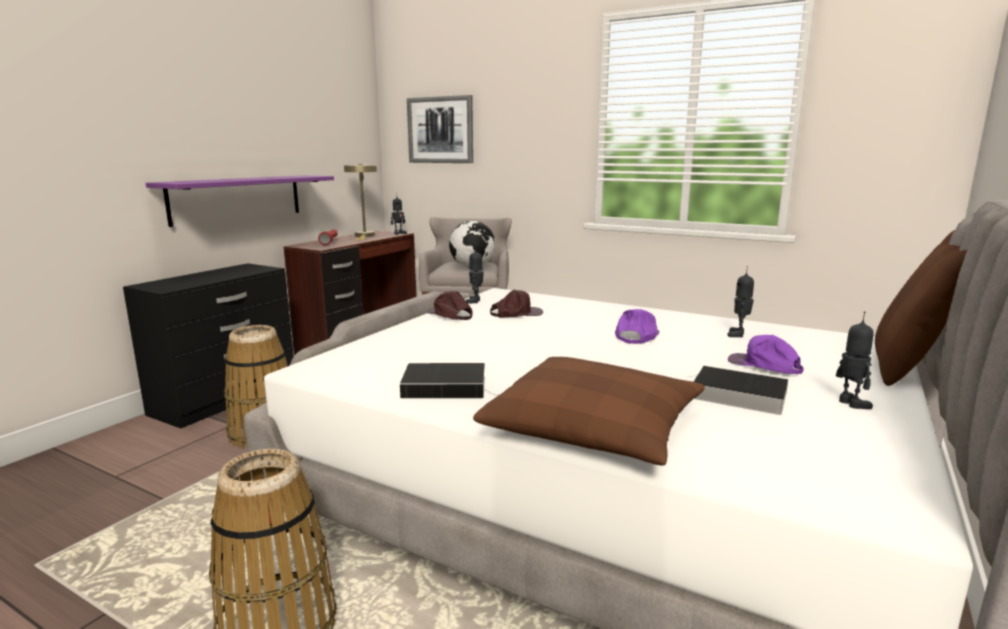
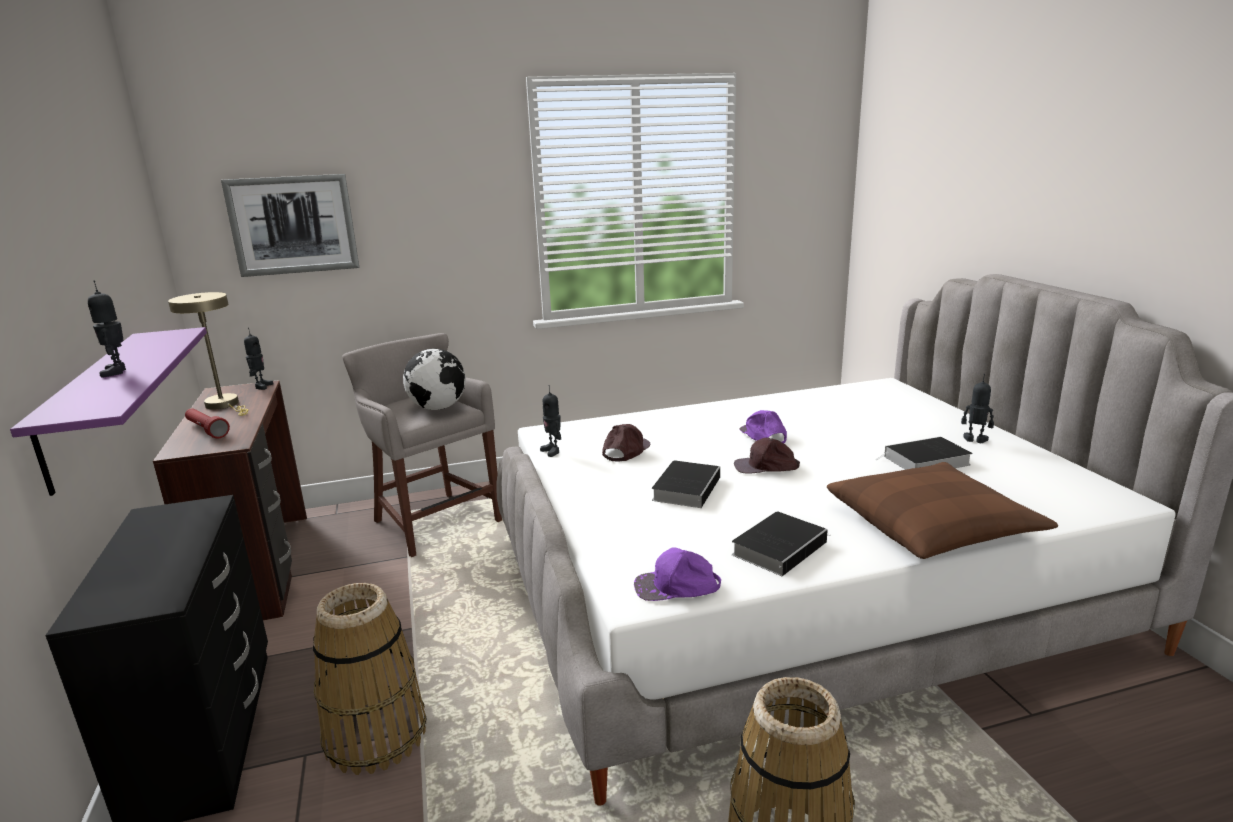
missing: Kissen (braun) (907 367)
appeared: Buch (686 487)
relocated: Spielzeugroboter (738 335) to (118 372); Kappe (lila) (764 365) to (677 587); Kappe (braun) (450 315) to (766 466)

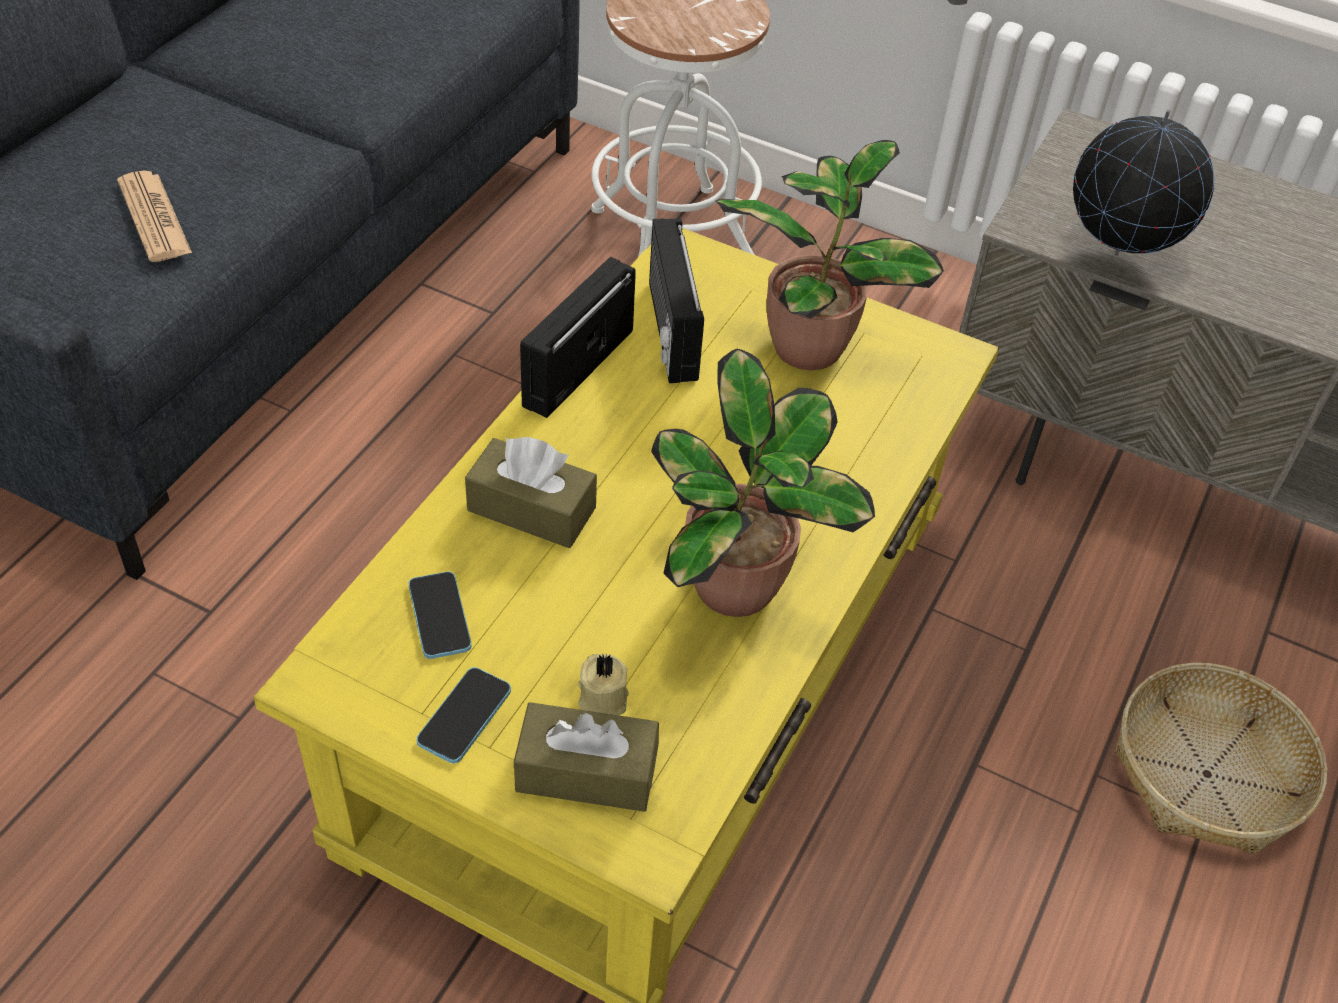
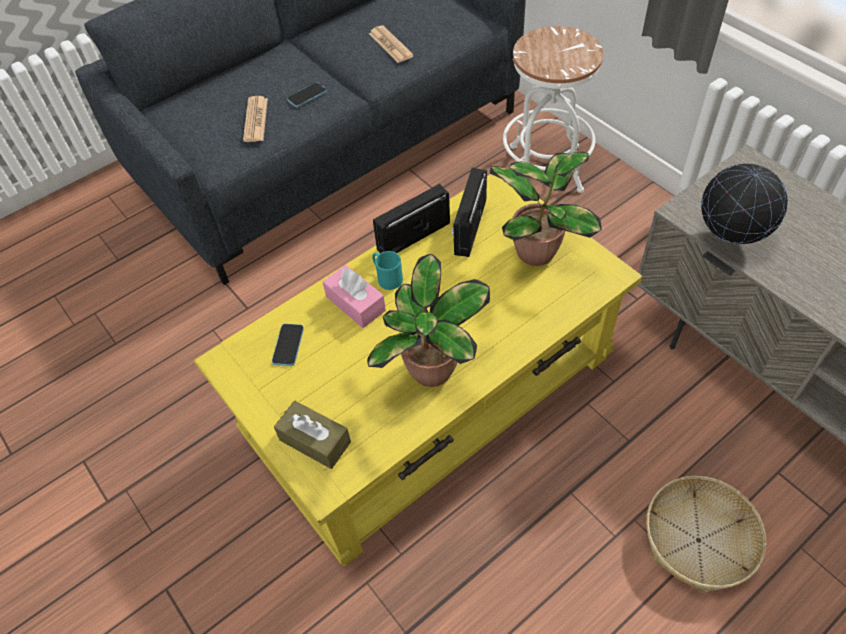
missing: Kerze (beige) (602 696)
appeared: Zeitung (390 45); Henkelbecher (türkis) (386 277)
relocated: Handy (464 716) to (307 96)
colour: Taschentuchbox (braun) (531 509) to Taschentuchbox (rosa) (355 303)

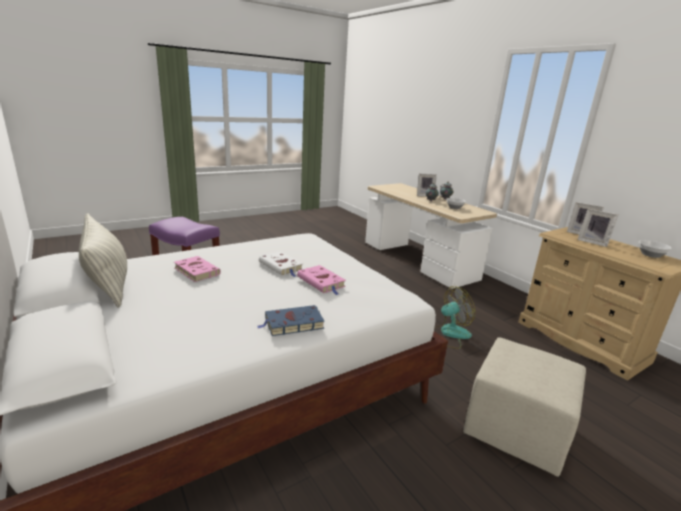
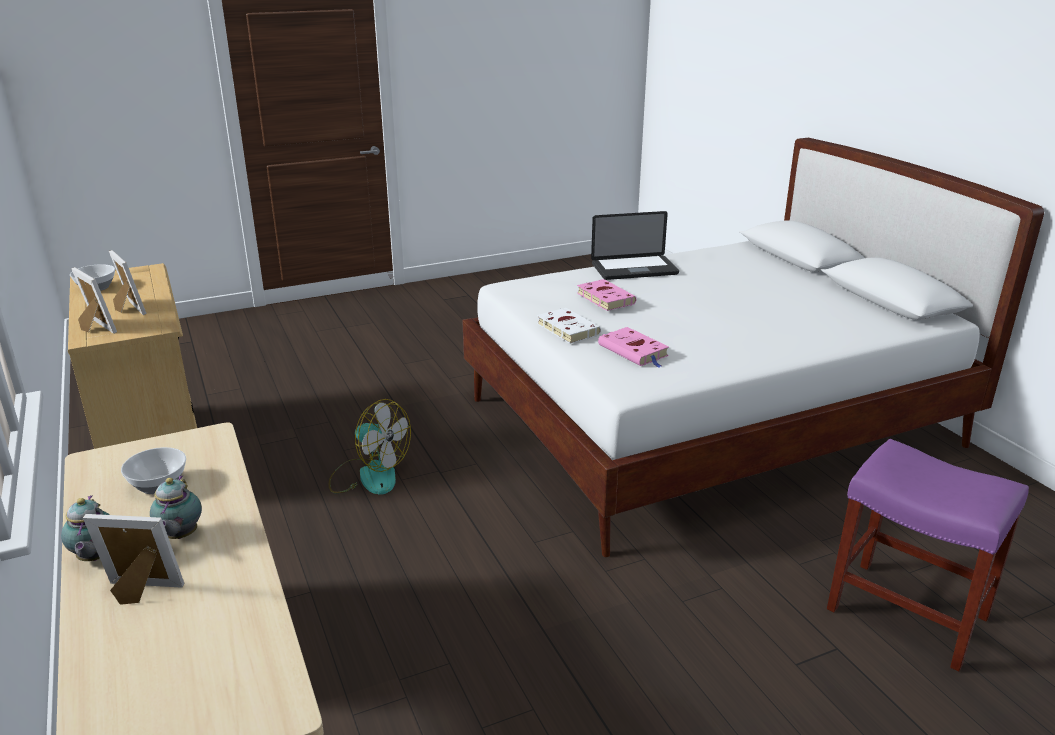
missing: Kissen (108 283); Polsterhocker (beige) (516 431)
relocated: Buch (weiß) (281 266) to (566 329); Buch (rosa) (196 271) to (634 351)
exchanged: Buch (blau) (292 324) to Laptop (634 269)
spun: Ventilator (449 334) = (369 475) 135 degrees counterclockwise

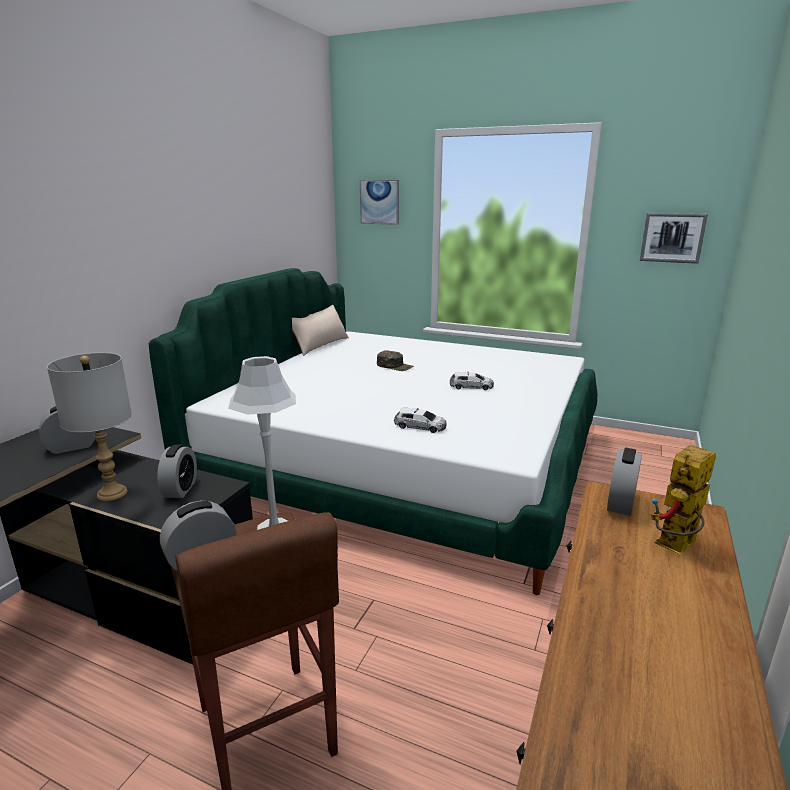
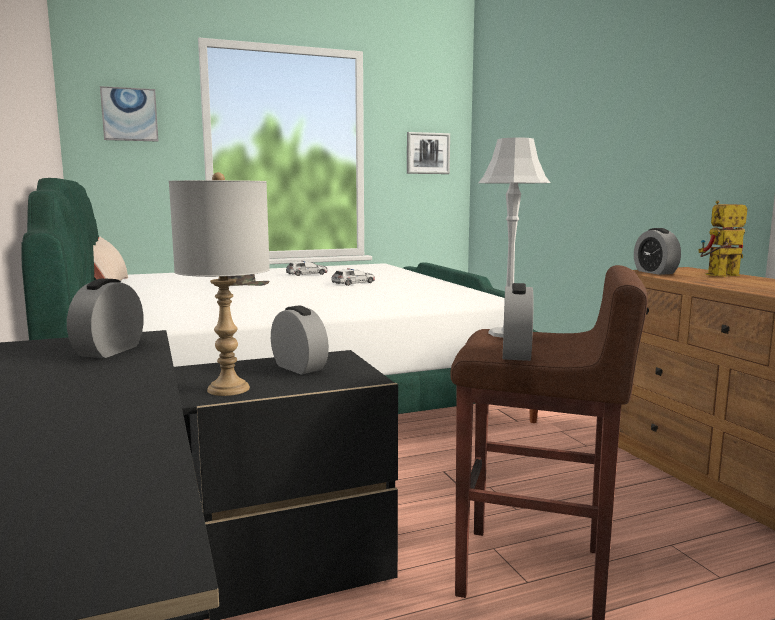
relocated: Spielzeugauto (420 426) to (307 274)
spun: Spielzeugroboter (675 547) = (718 276) 75 degrees clockwise

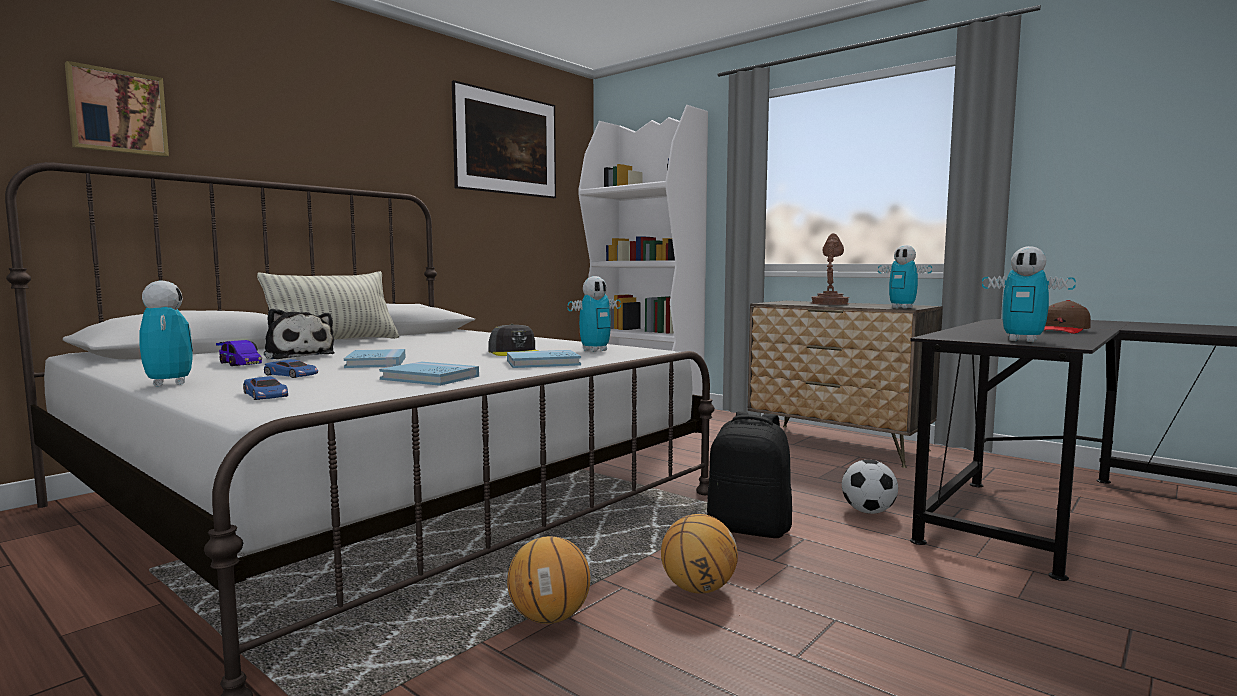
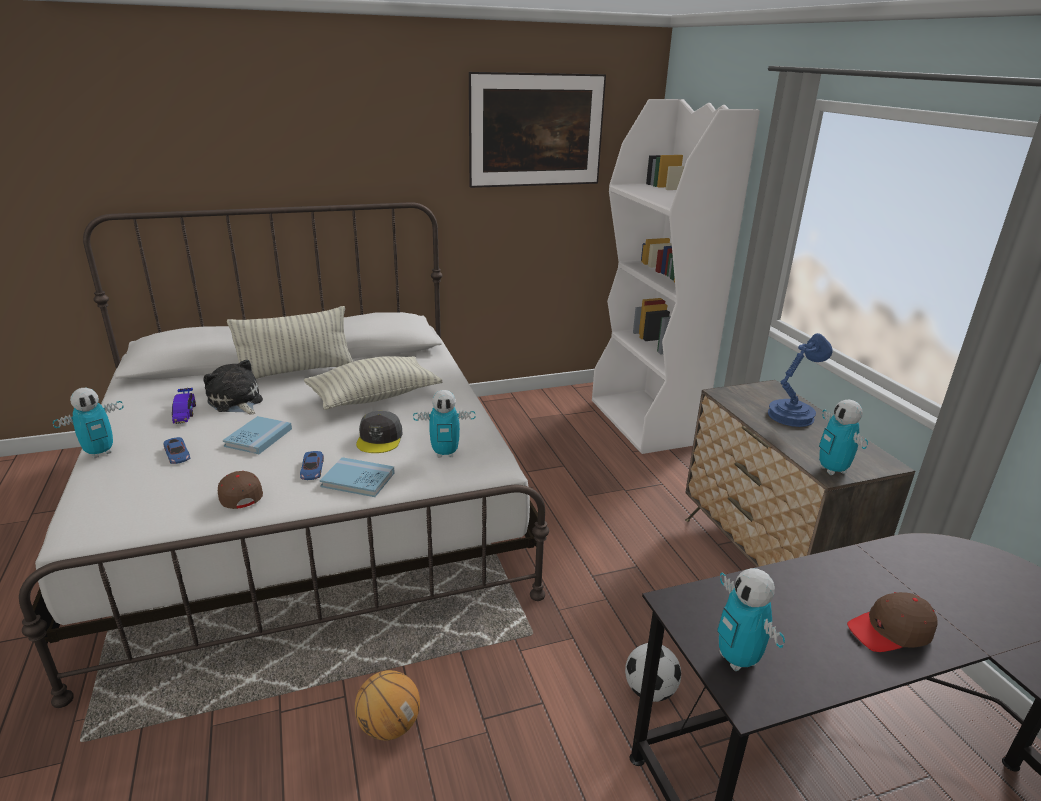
missing: Bild (117 112); Basketball (549 618); Rucksack (schwarz) (749 528)
appeared: Kissen (374 397)
relocated: Spielzeugauto (blau) (265 395) to (312 469)
exchanged: Buch (blau) (430 378) to Kappe (braun) (239 494)
colour: Tischlampe (braun) (829 303) to Tischlampe (blau) (792 414)
spun: Spielzeugroboter (169 384) = (100 453) 45 degrees clockwise; Plüschtier (298 356) = (236 402) 150 degrees clockwise

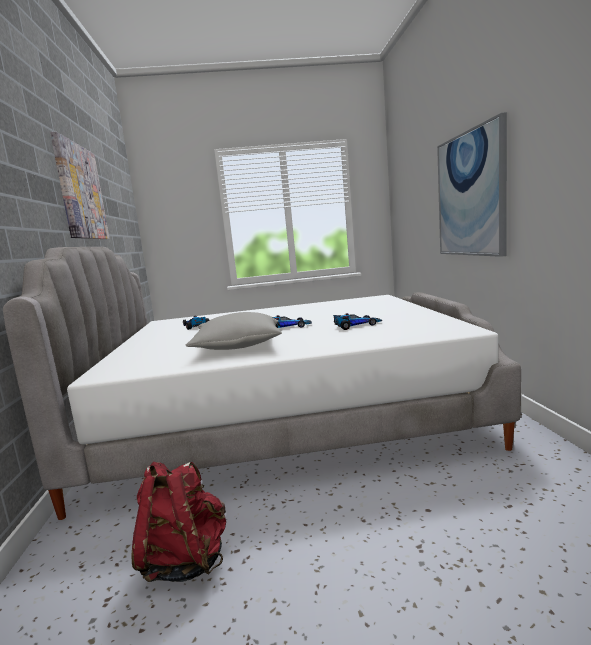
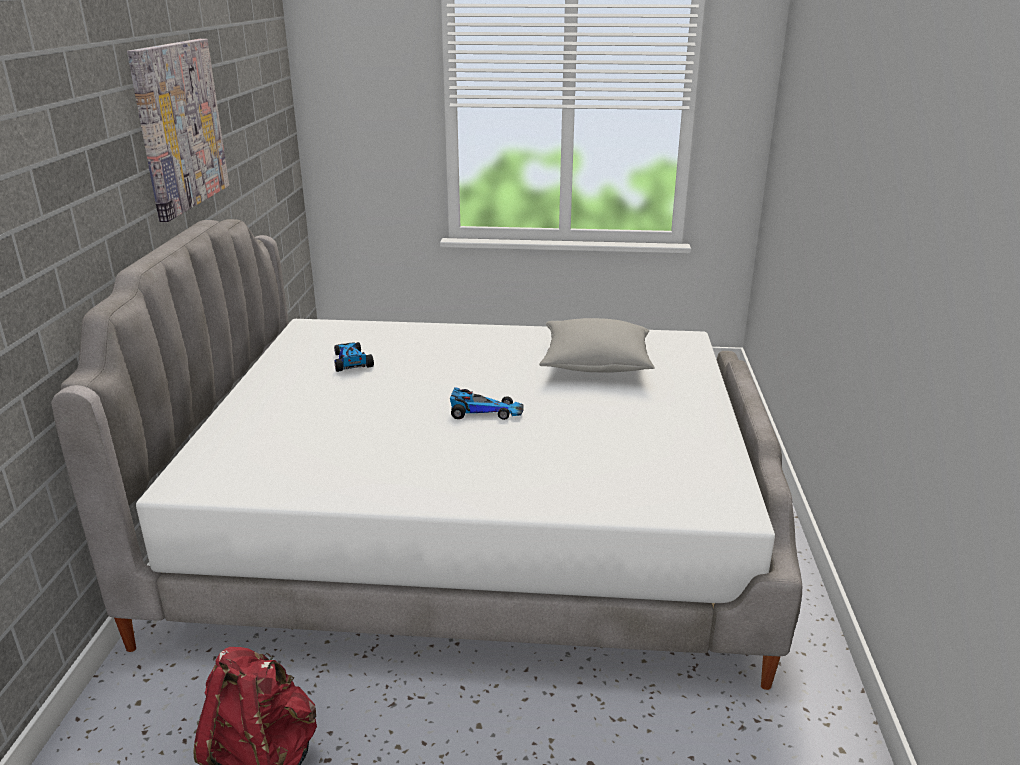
missing: Spielzeugauto (356 325); Bild (470 194)
relocated: Kissen (grau) (238 346) to (596 363)

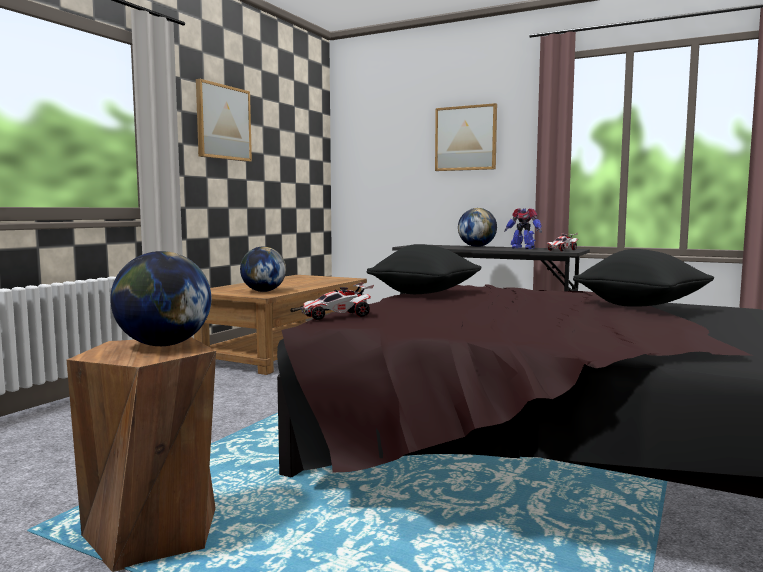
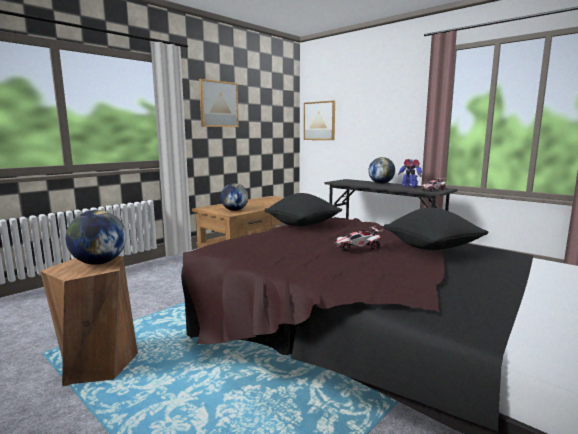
relocated: Bild (466 138) to (319 121); Spielzeugauto (336 316) to (357 248)

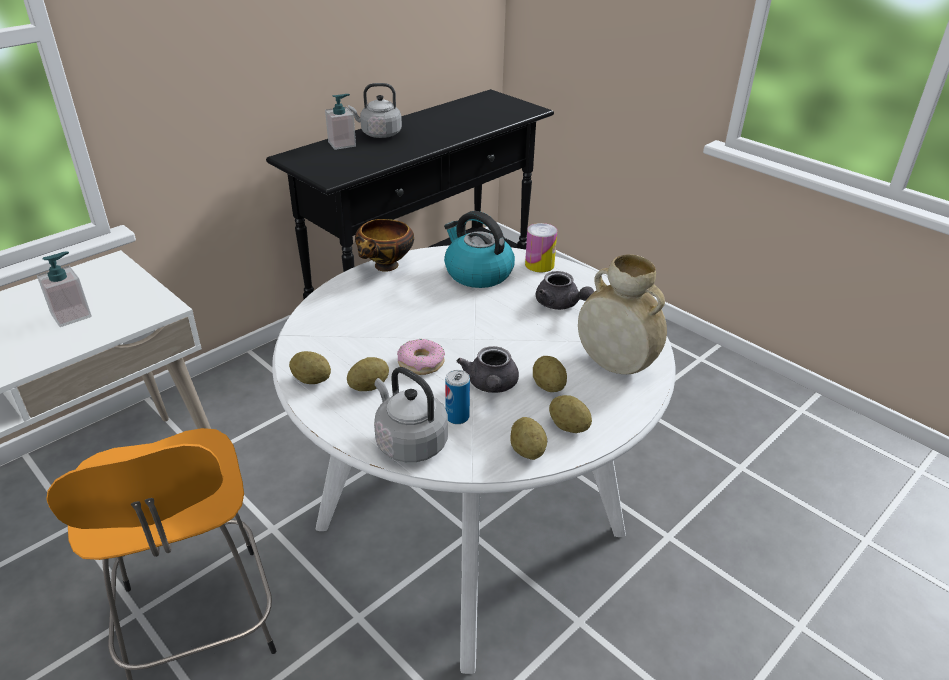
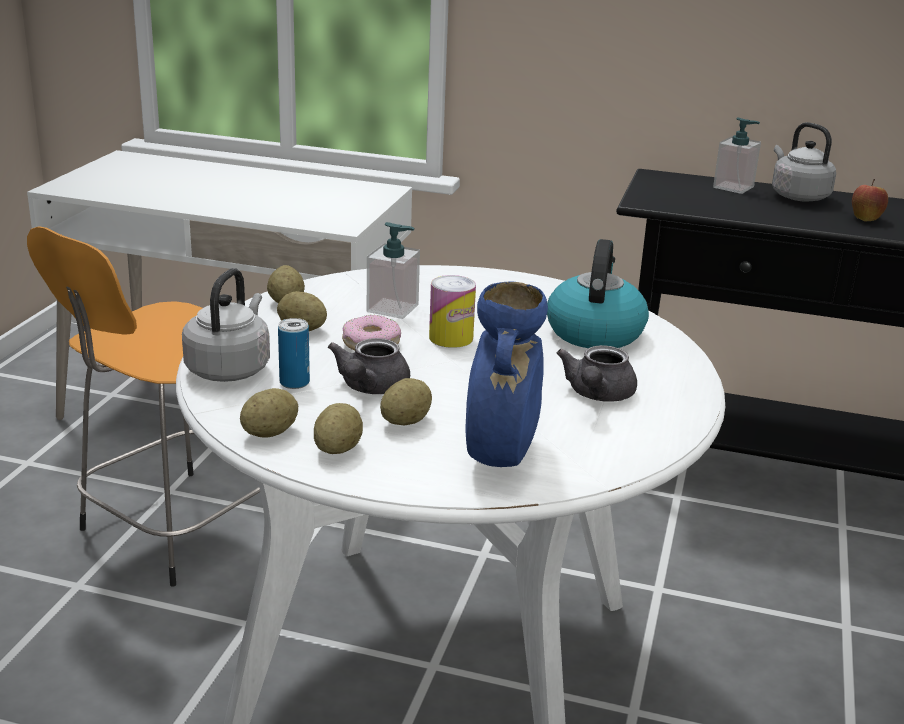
missing: Schüssel (385 267)
appeared: Apfel (865 218)
relocated: Seifenspender (71 315) to (393 308); Dose (539 264) to (451 338)
colour: Vase (beige) (614 365) to Vase (blau) (501 456)
spun: Teekanne (grau) (491 386) = (370 388) 45 degrees counterclockwise

